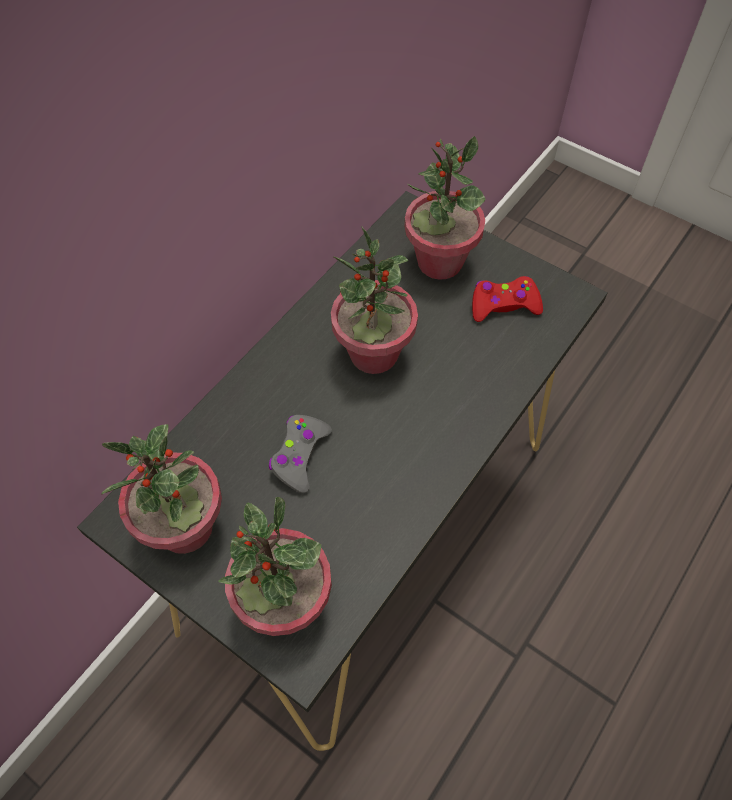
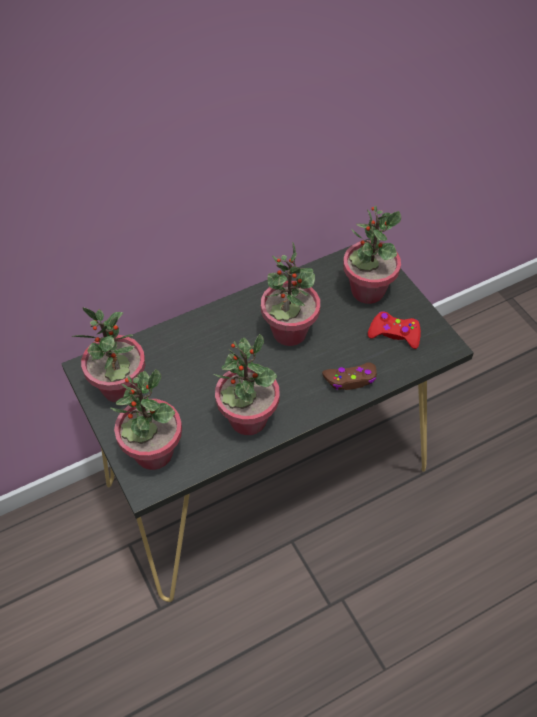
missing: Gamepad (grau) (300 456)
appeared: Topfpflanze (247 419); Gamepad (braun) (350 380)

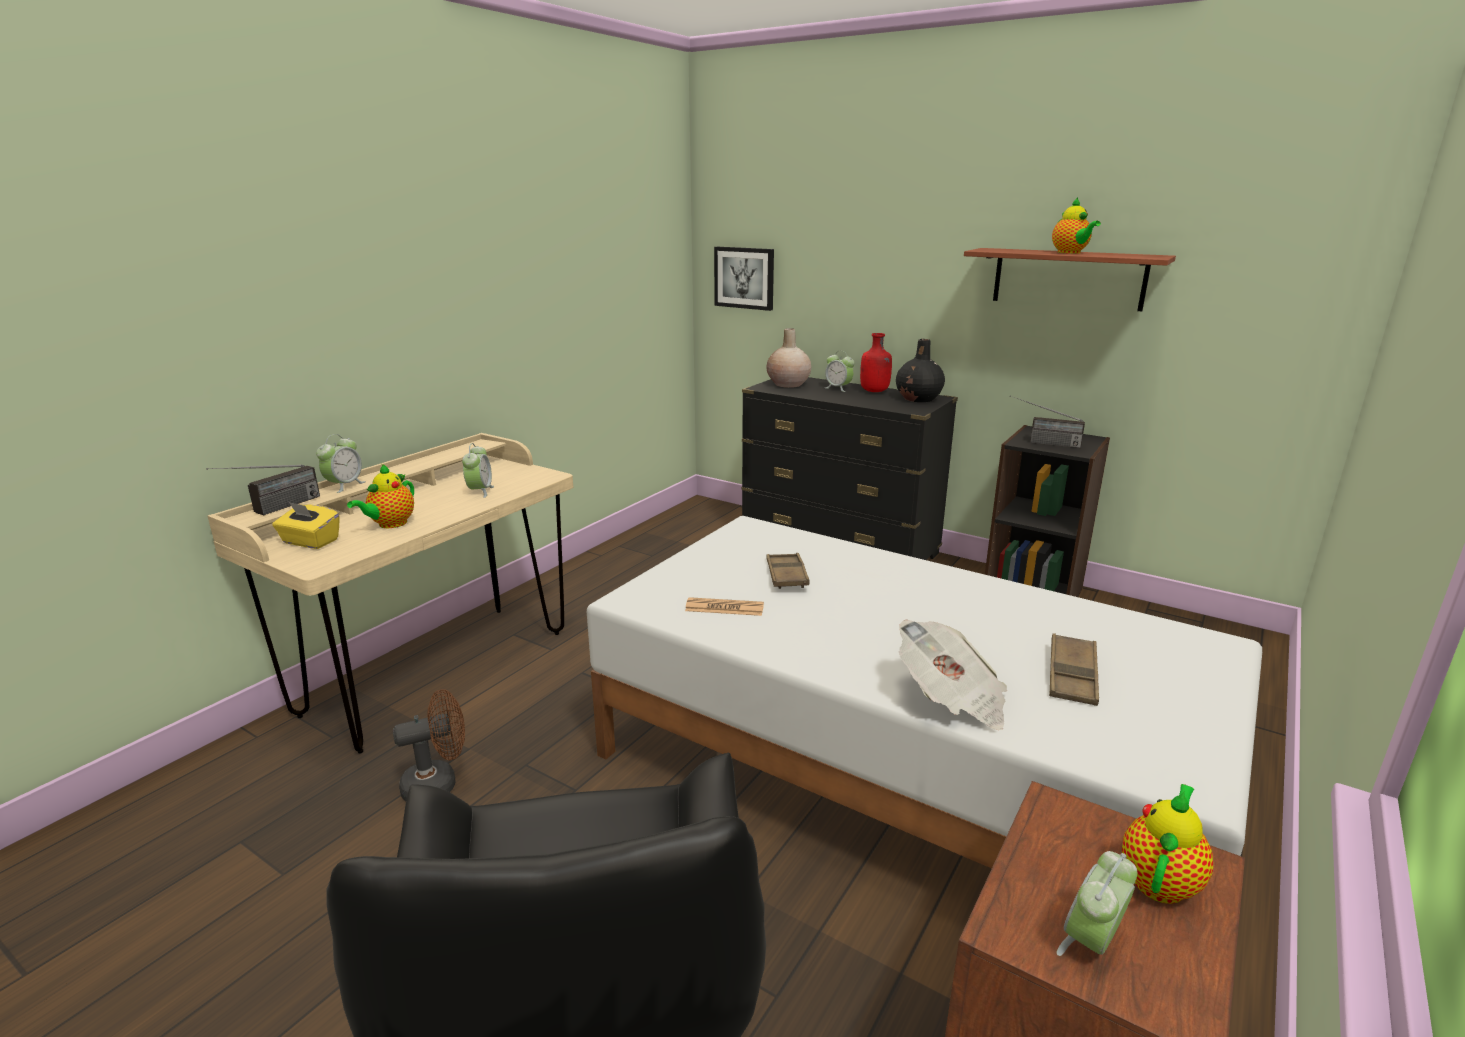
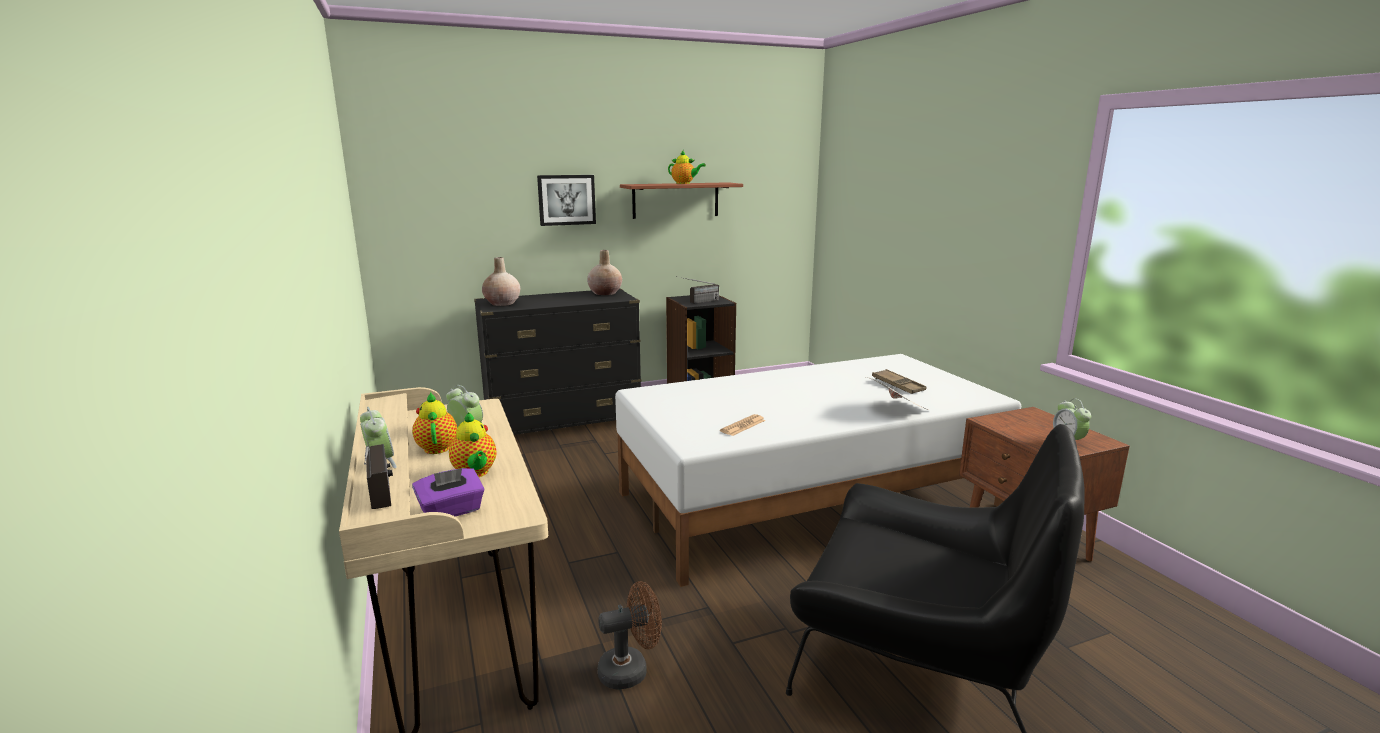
missing: Tablett (braun) (786 575); Wecker (838 388); Flasche (rot) (874 391)
relocated: Teekanne (1160 880) to (437 447); Bild (744 278) to (566 200)
colour: Taschentuchbox (gelb) (310 542) to Taschentuchbox (lila) (451 511); Vase (schwarz) (918 399) to Vase (beige) (605 293)
spun: Ventilator (braun) (438 784) = (631 670) 60 degrees clockwise

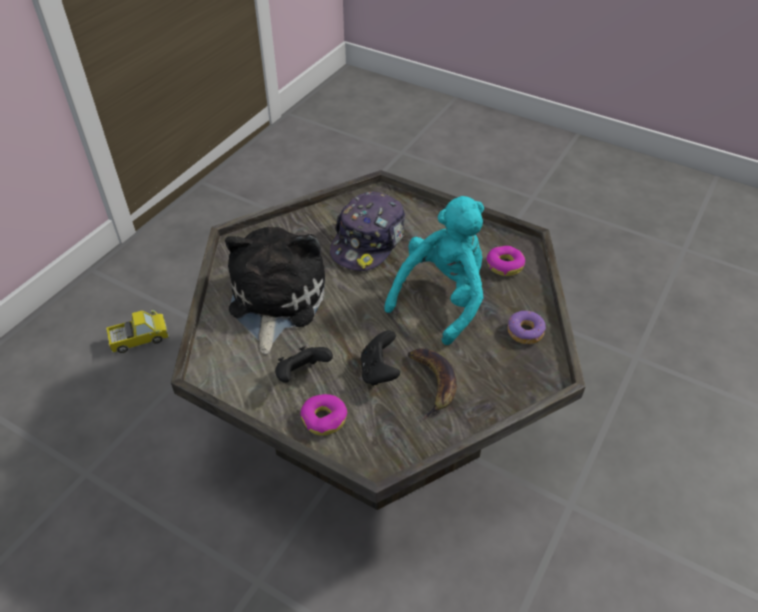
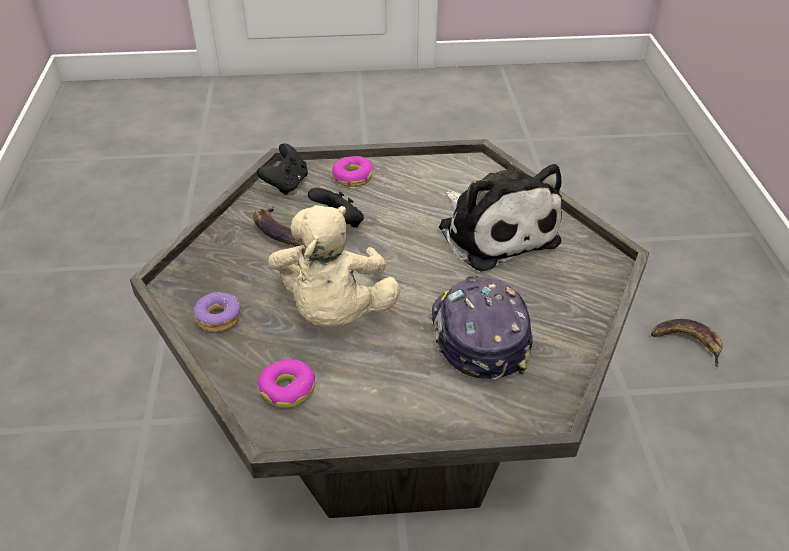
relocated: Gamepad (schwarz) (302 374) to (286 184)
exchanged: Spielzeuglaster (140 339) to Banane (687 342)
colour: Plüschtier (türkis) (442 298) to Plüschtier (beige) (334 311)

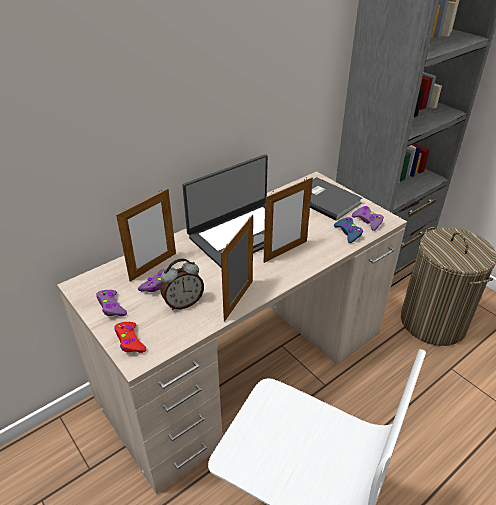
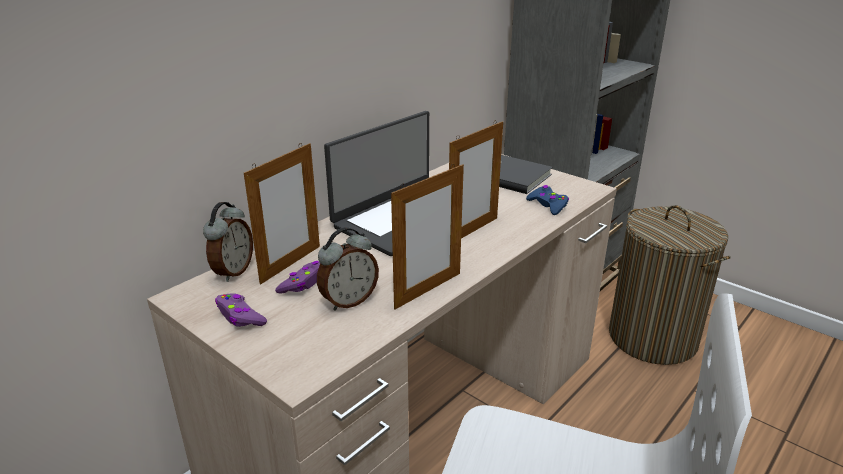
missing: Gamepad (rot) (130 341); Gamepad (lila) (367 221)
appeared: Wecker (232 271)
spun: Bilderrahmen (239 300) = (428 290) 150 degrees counterclockwise

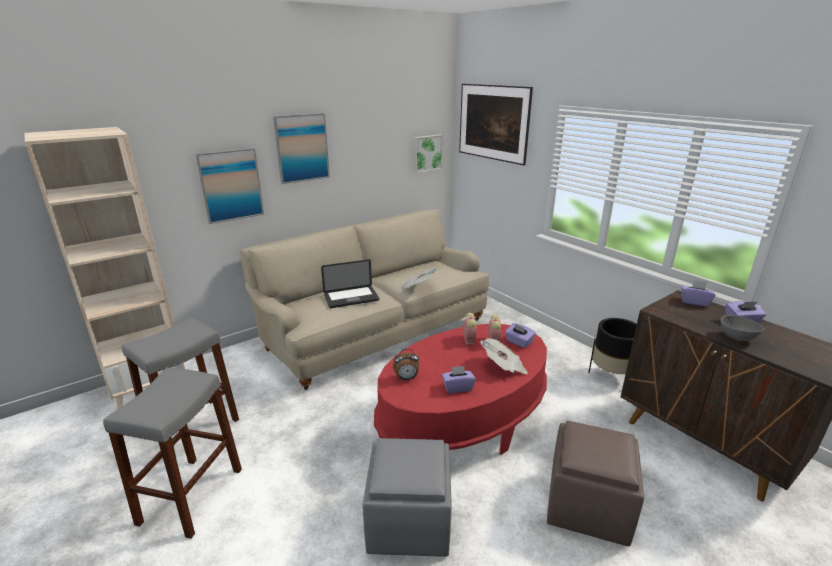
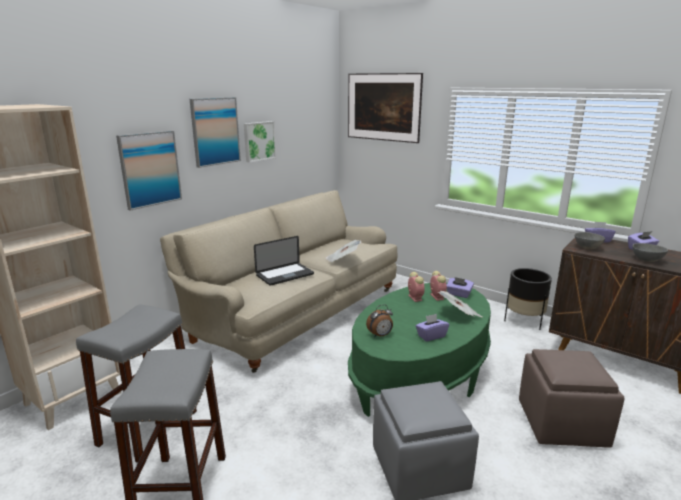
appeared: Schüssel (grau) (587 248)
relocated: Bild (427 153) to (259 141)
colour: Couchtisch (rot) (463 419) to Couchtisch (grün) (420 374)

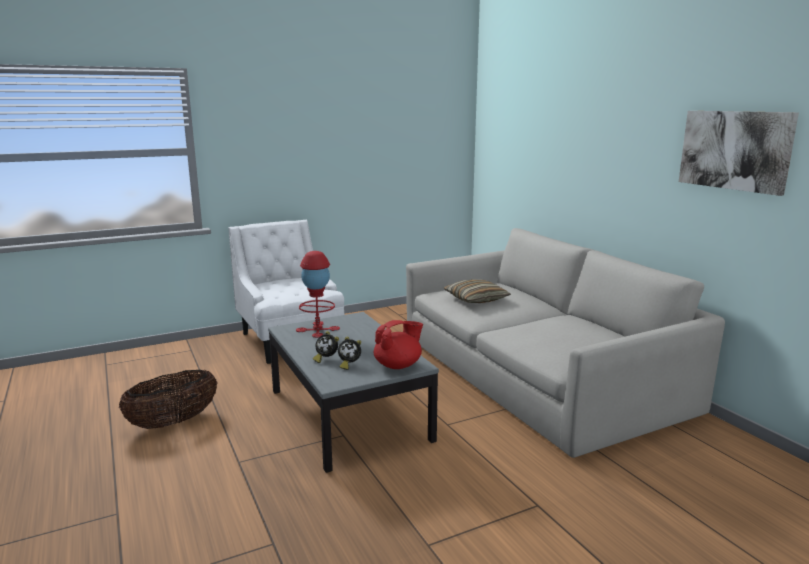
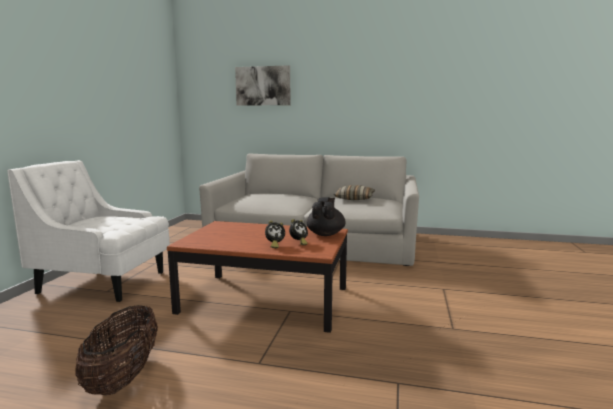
missing: Tischlampe (rot) (317 329)
relocated: Bild (735 150) to (263 86); Kissen (476 299) to (354 199)
colour: Couchtisch (grau) (349 414) to Couchtisch (braun) (265 300); Teekanne (rot) (398 365) to Teekanne (schwarz) (325 234)

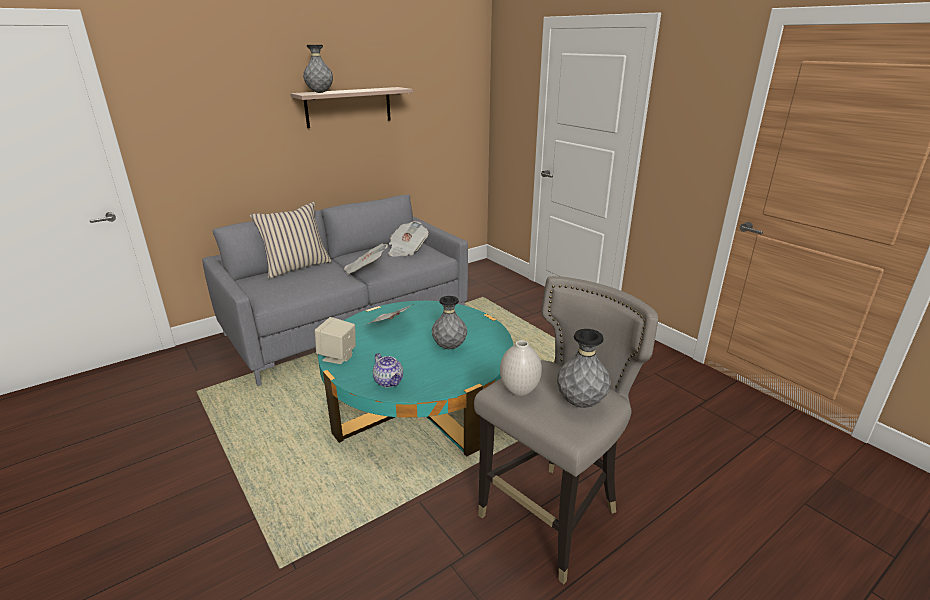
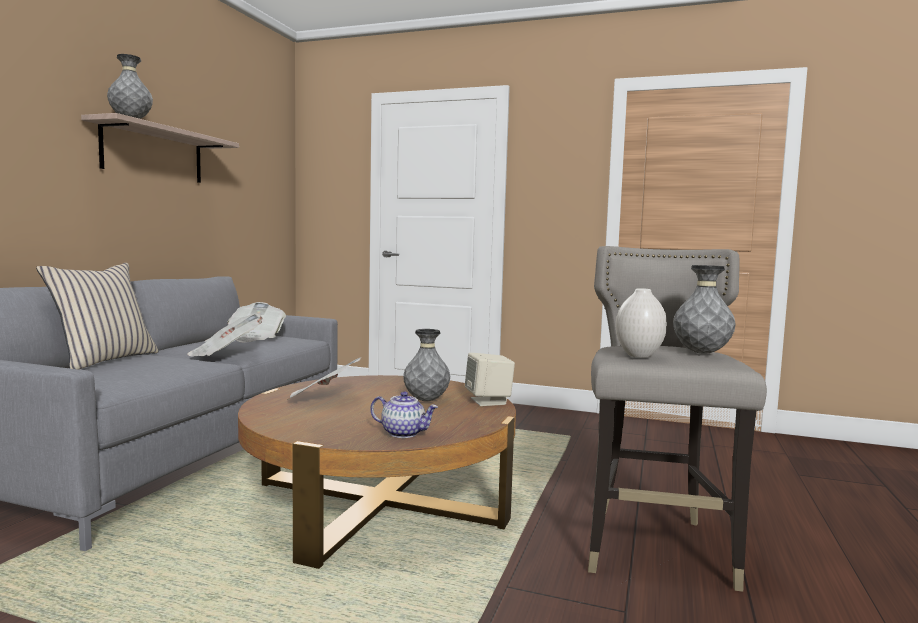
relocated: Lautsprecher (beige) (338 356) to (488 401)
colour: Couchtisch (türkis) (419 402) to Couchtisch (braun) (379 502)

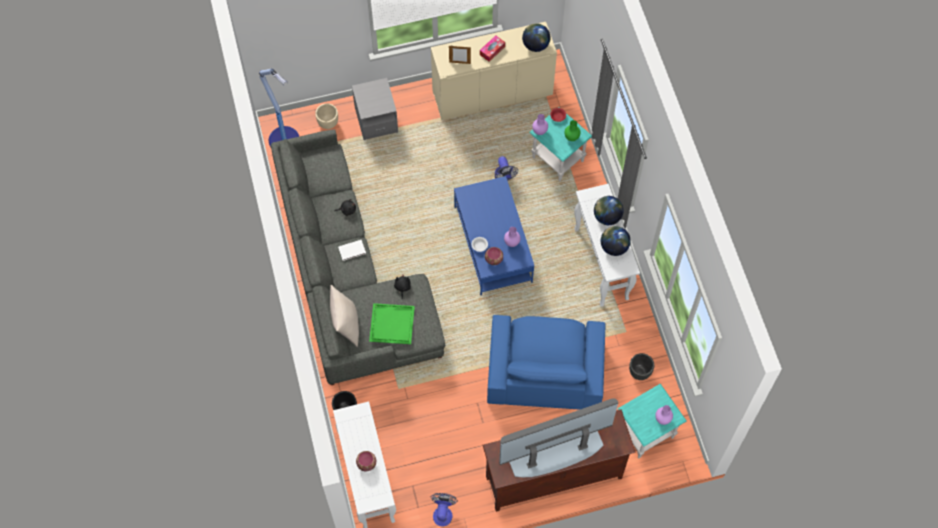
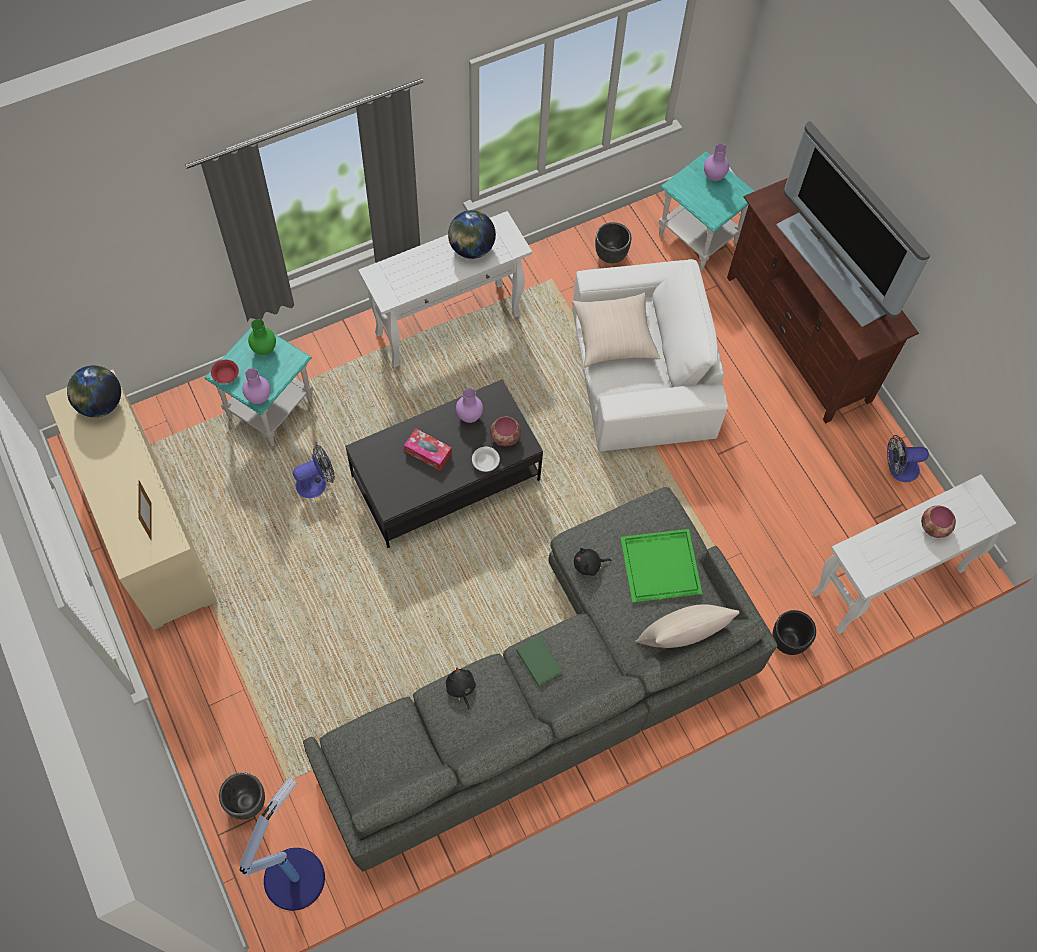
missing: Nachttisch (grau) (376 120); Globus (607 217)
appeared: Kissen (beige) (613 337)
relocated: Taschentuchbox (492 50) to (428 452)
colour: Pflanzkübel (beige) (328 123) to Pflanzkübel (schwarz) (247 802); Couchtisch (blau) (492 244) to Couchtisch (schwarz) (445 478); Buch (weiß) (352 251) to Buch (grün) (539 660); Sessel (blau) (544 370) to Sessel (weiß) (640 373)

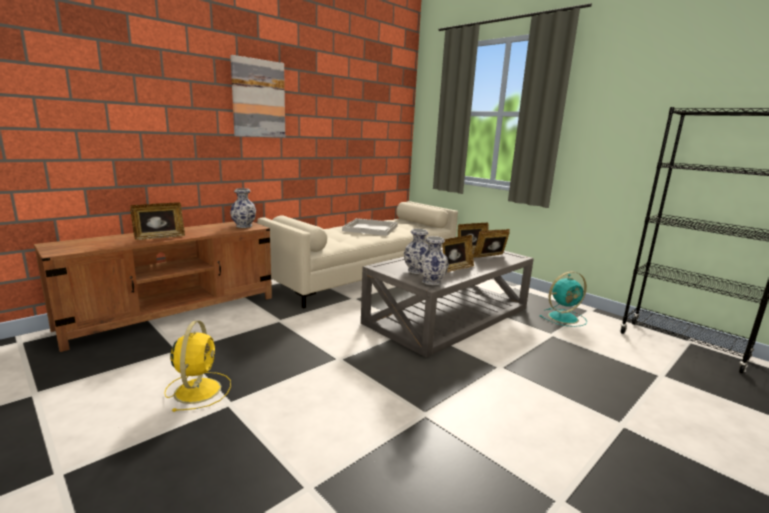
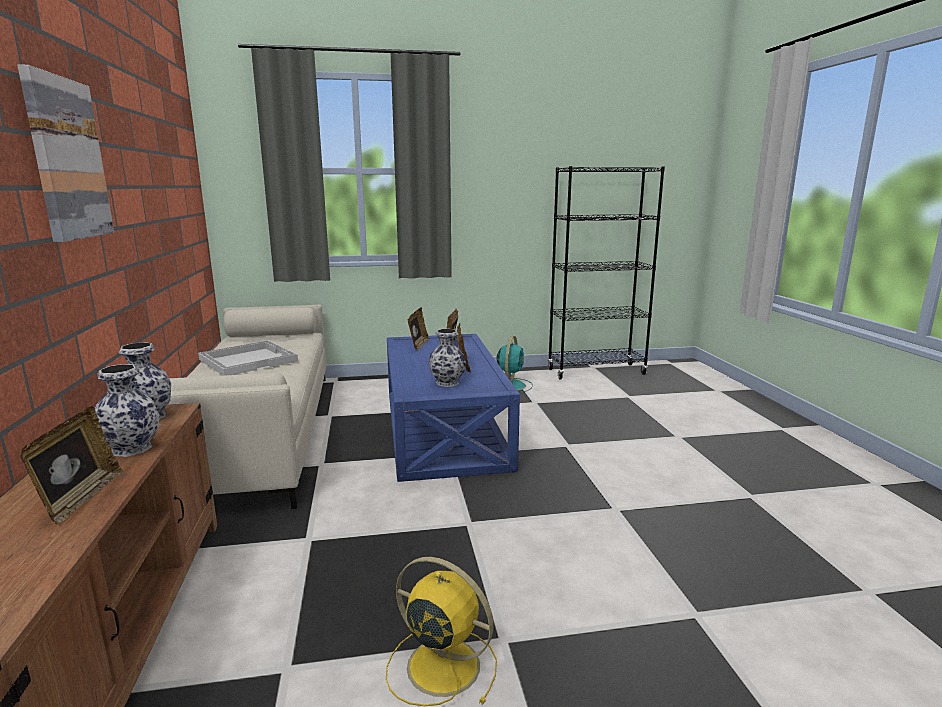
relocated: Vase (431 282) to (131 449)
colour: Couchtisch (grau) (447 315) to Couchtisch (blau) (442 428)

